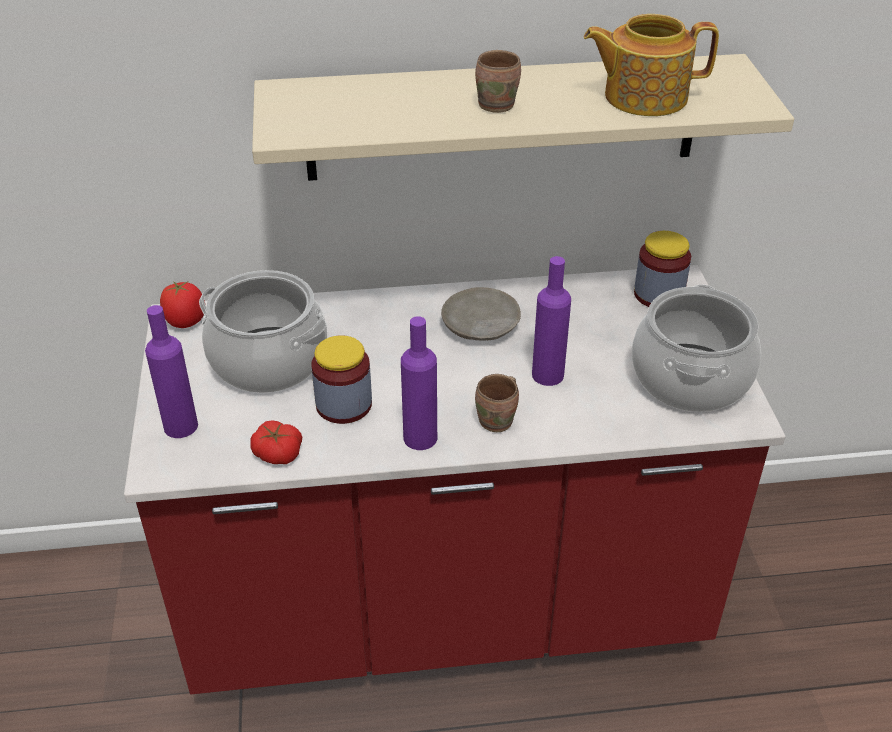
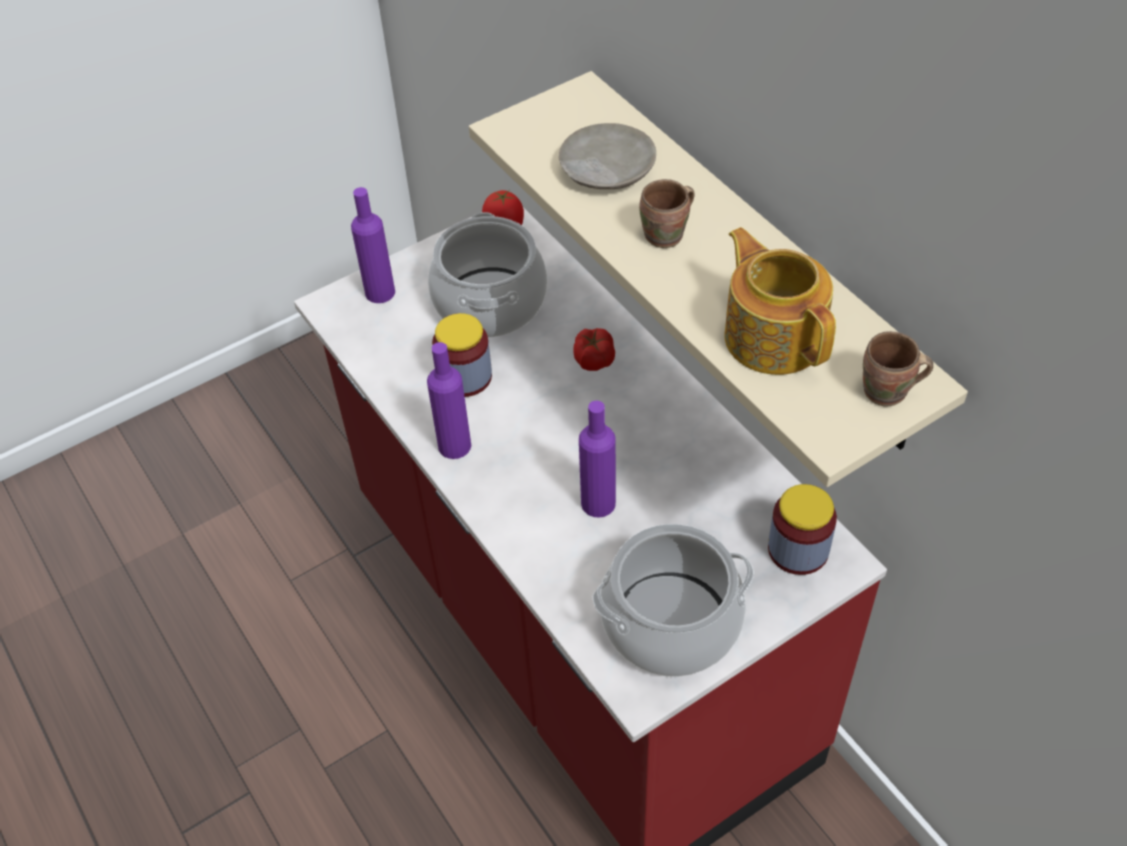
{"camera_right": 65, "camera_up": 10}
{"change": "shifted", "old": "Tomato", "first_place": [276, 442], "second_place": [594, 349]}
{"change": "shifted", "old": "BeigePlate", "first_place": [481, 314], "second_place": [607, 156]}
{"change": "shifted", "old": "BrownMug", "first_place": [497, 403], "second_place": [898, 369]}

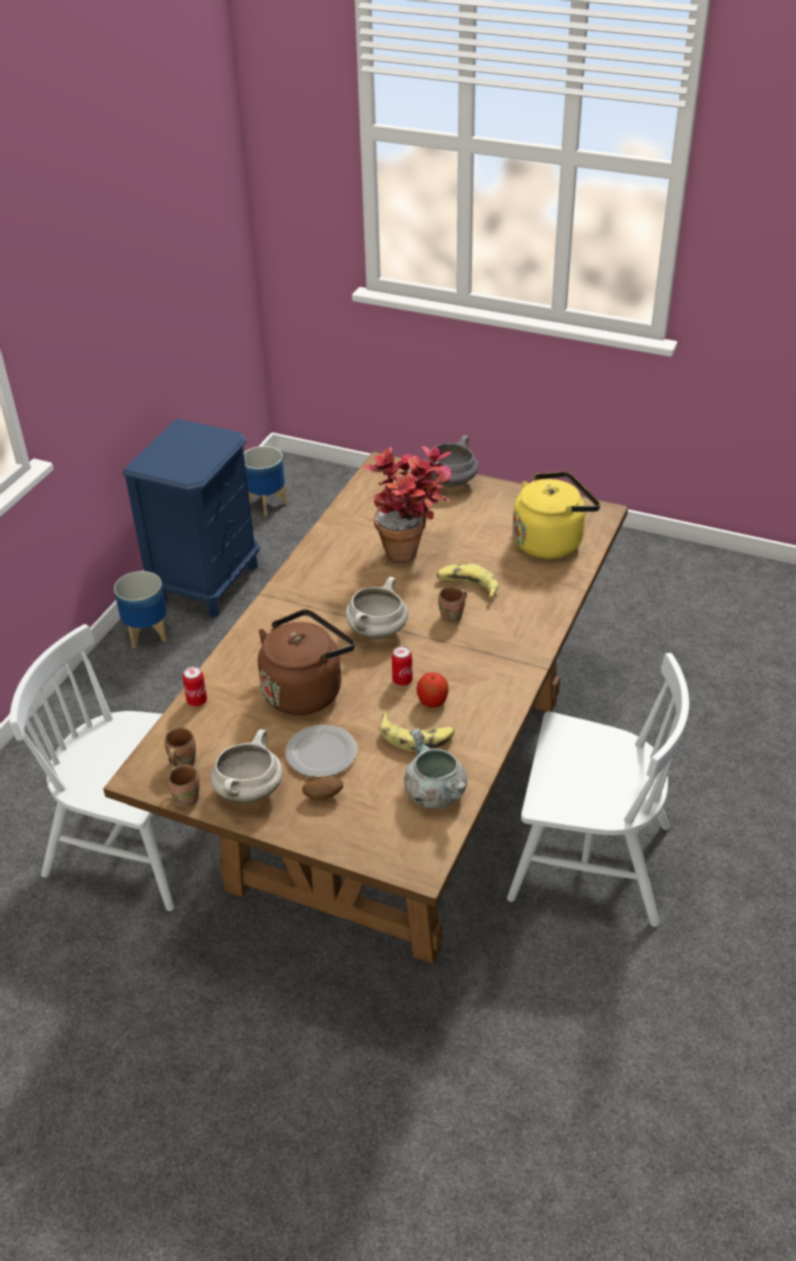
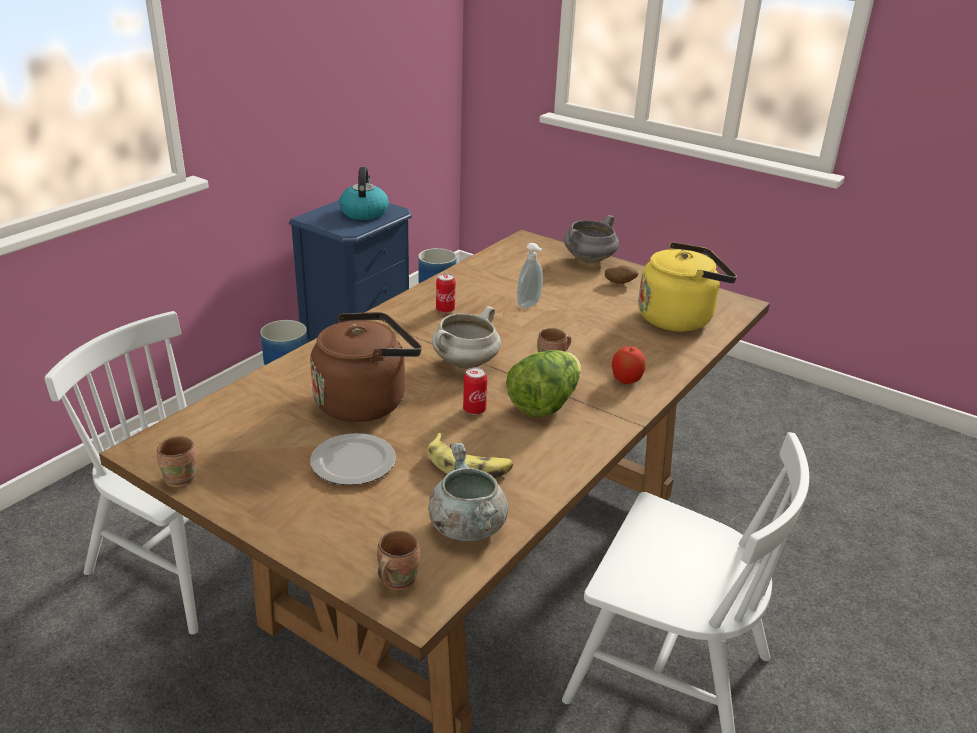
{"camera_right": 10, "camera_up": -10}
{"change": "shifted", "old": "BrownMug", "first_place": [180, 747], "second_place": [398, 560]}
{"change": "shifted", "old": "Can", "first_place": [195, 686], "second_place": [446, 293]}
{"change": "gone", "old": "WhiteCookingPot", "first_place": [246, 766]}
{"change": "shifted", "old": "Potato", "first_place": [322, 788], "second_place": [622, 274]}
{"change": "swapped", "old": "PottedPlant", "new": "SoapDispenser", "first_place": [407, 504], "second_place": [530, 276]}
{"change": "shifted", "old": "Apple", "first_place": [432, 690], "second_place": [629, 365]}
{"change": "gone", "old": "Banana", "first_place": [467, 581]}
{"change": "new", "new": "Kettle", "second_place": [364, 193]}
{"change": "new", "new": "Lettuce", "second_place": [543, 384]}

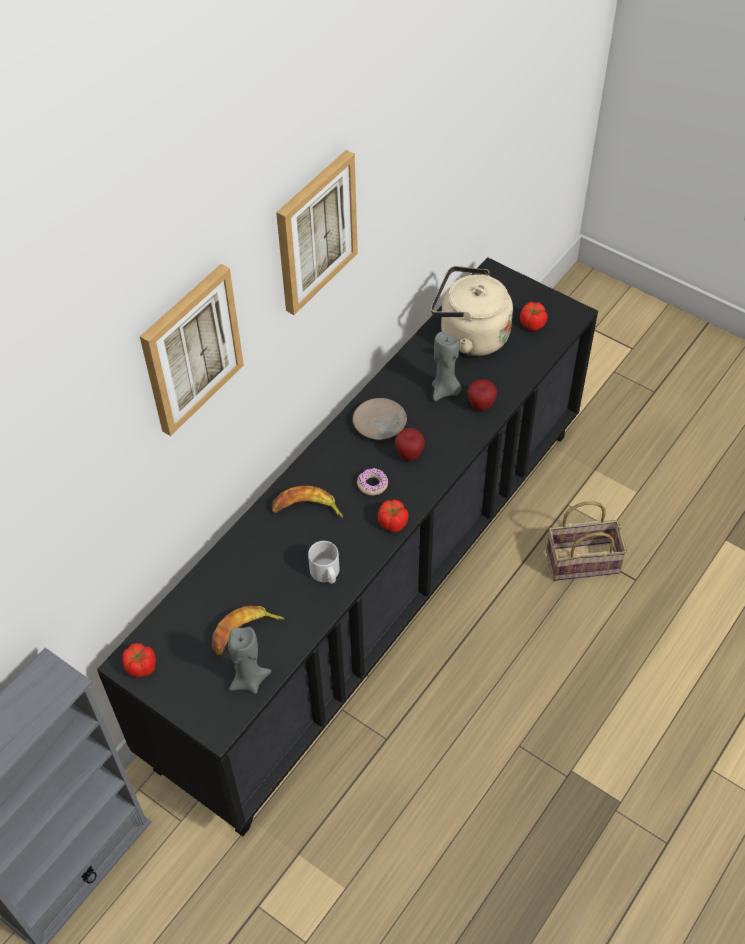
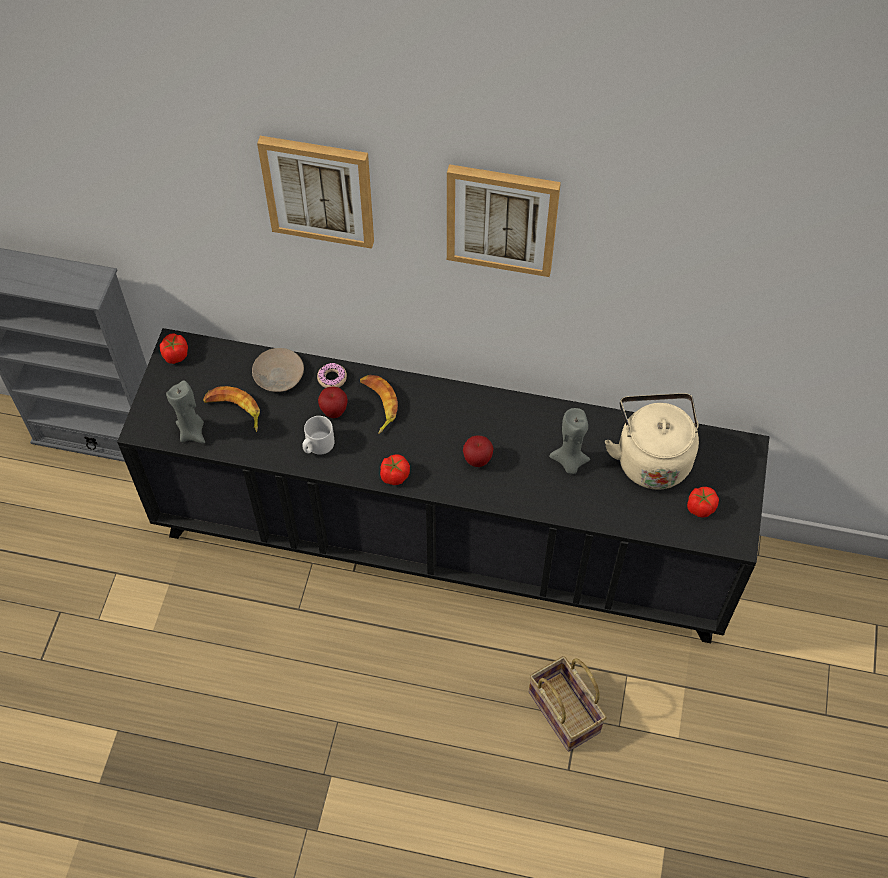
{"camera_right": 65, "camera_up": 5}
{"change": "shifted", "old": "BeigePlate", "first_place": [380, 419], "second_place": [278, 370]}
{"change": "shifted", "old": "Donut", "first_place": [372, 482], "second_place": [332, 375]}
{"change": "shifted", "old": "Apple", "first_place": [482, 395], "second_place": [333, 402]}

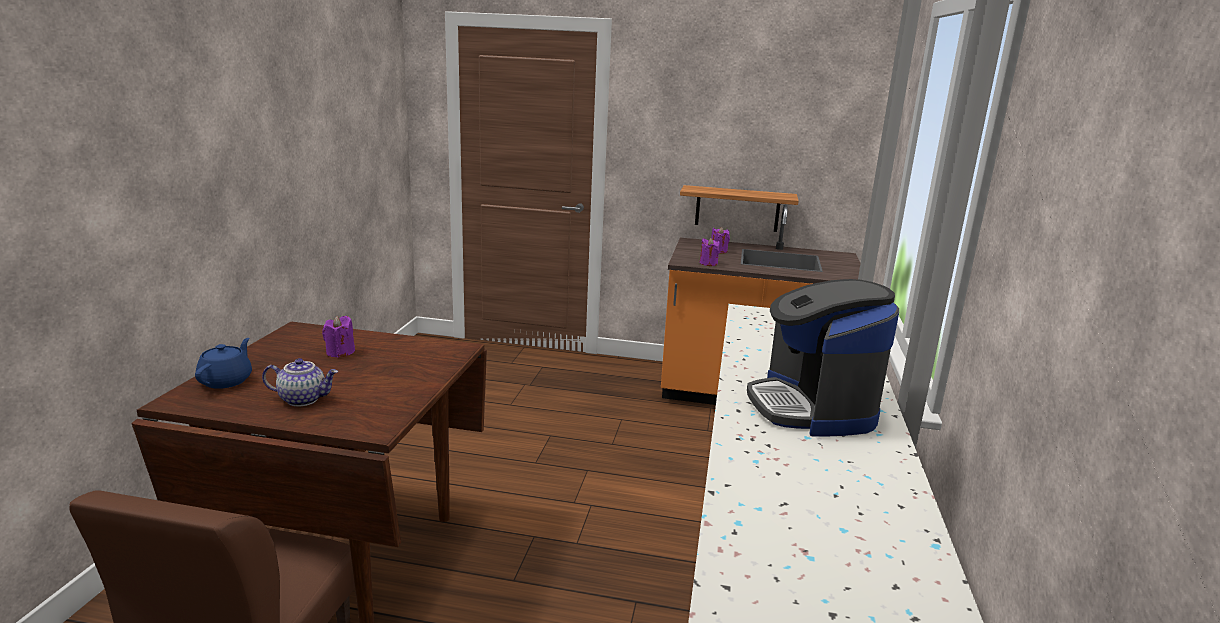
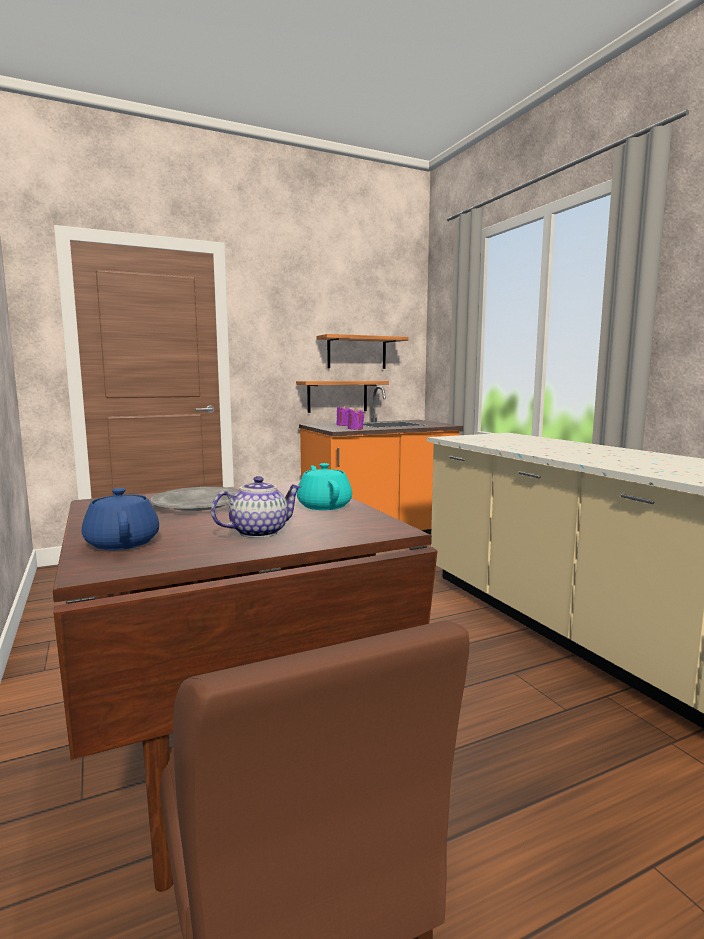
{"camera_right": -35, "camera_up": -10}
{"change": "swapped", "old": "PurpleCandle", "new": "GreyPlate", "first_place": [338, 337], "second_place": [195, 499]}
{"change": "gone", "old": "CoffeeMachine", "first_place": [823, 358]}
{"change": "new", "new": "TurquoiseTeapot", "second_place": [324, 486]}
{"change": "new", "new": "Shelf", "second_place": [362, 351]}

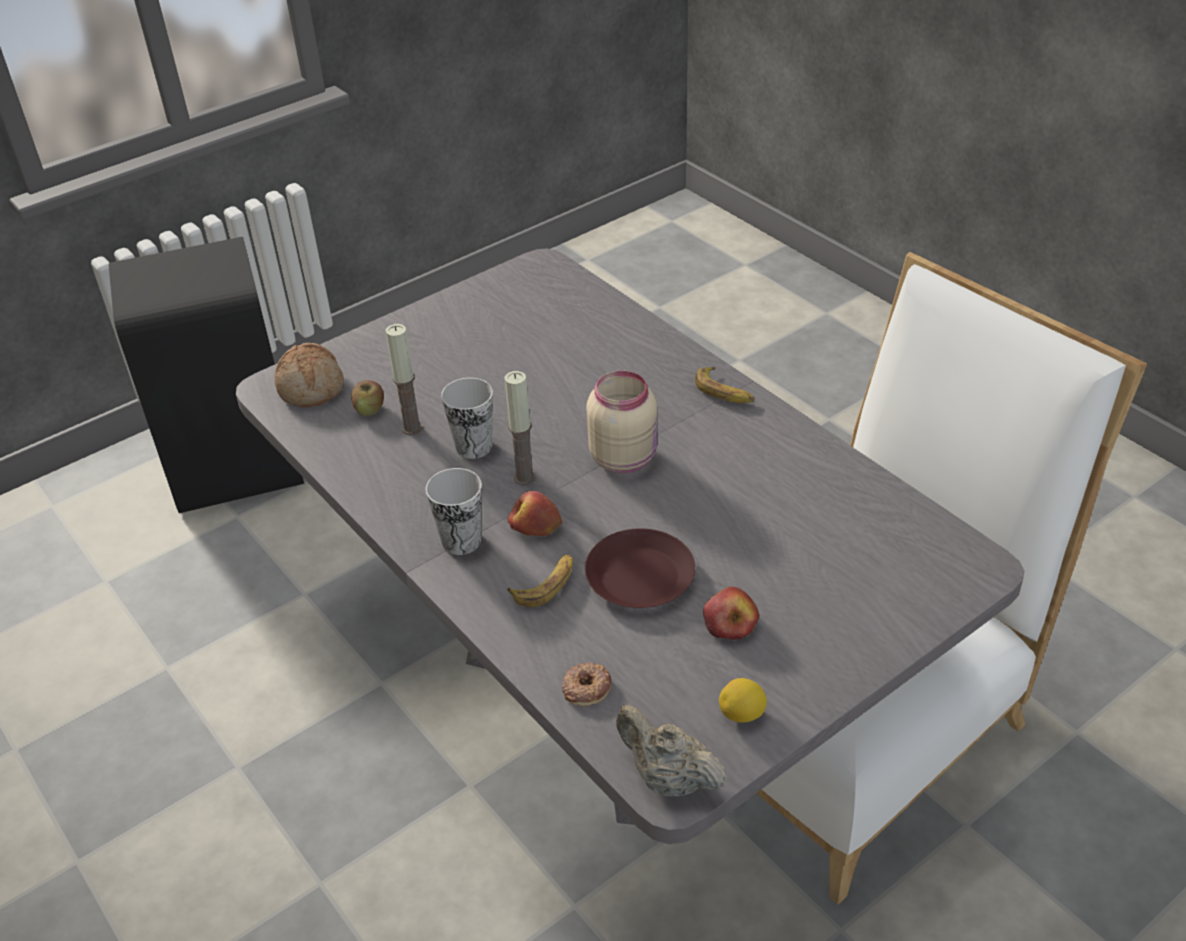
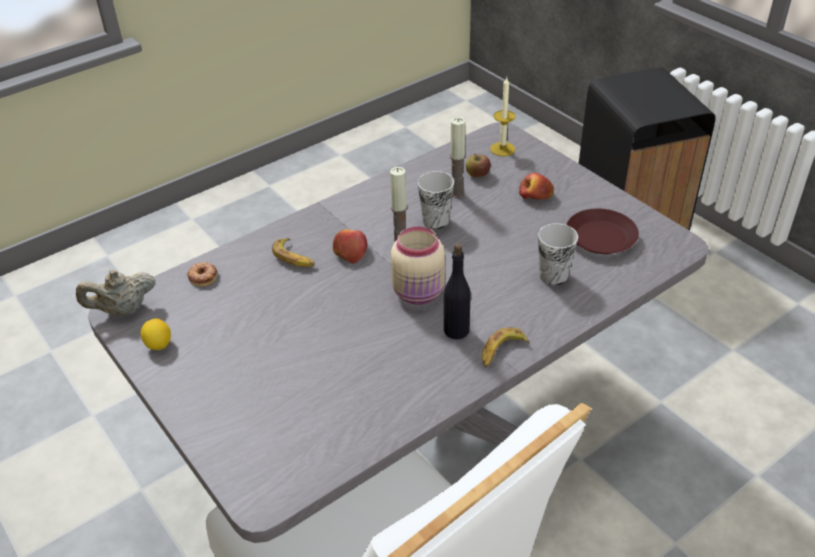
{"camera_right": 90, "camera_up": 0}
{"change": "swapped", "old": "Bread", "new": "Candle", "first_place": [309, 375], "second_place": [503, 116]}
{"change": "shifted", "old": "Cup", "first_place": [454, 511], "second_place": [558, 254]}
{"change": "shifted", "old": "BrownPlate", "first_place": [640, 568], "second_place": [602, 231]}
{"change": "rotated", "old": "BeigeTeapot", "first_place": [671, 751], "second_place": [116, 293], "degrees": -150}
{"change": "shifted", "old": "Apple", "first_place": [731, 613], "second_place": [536, 186]}
{"change": "new", "new": "BlackBottle", "second_place": [457, 291]}

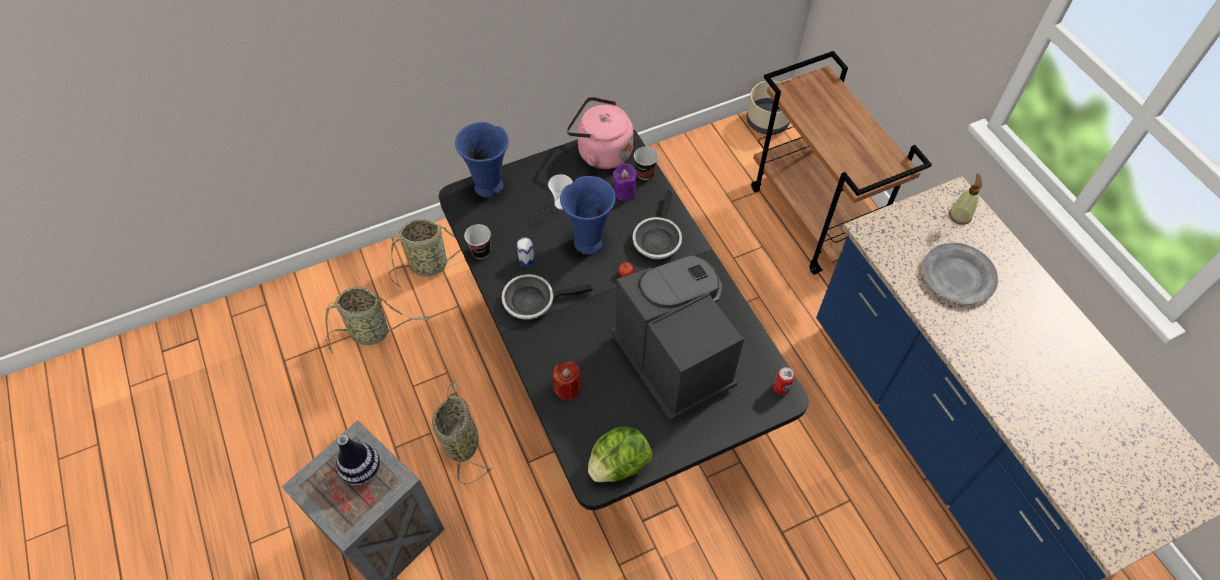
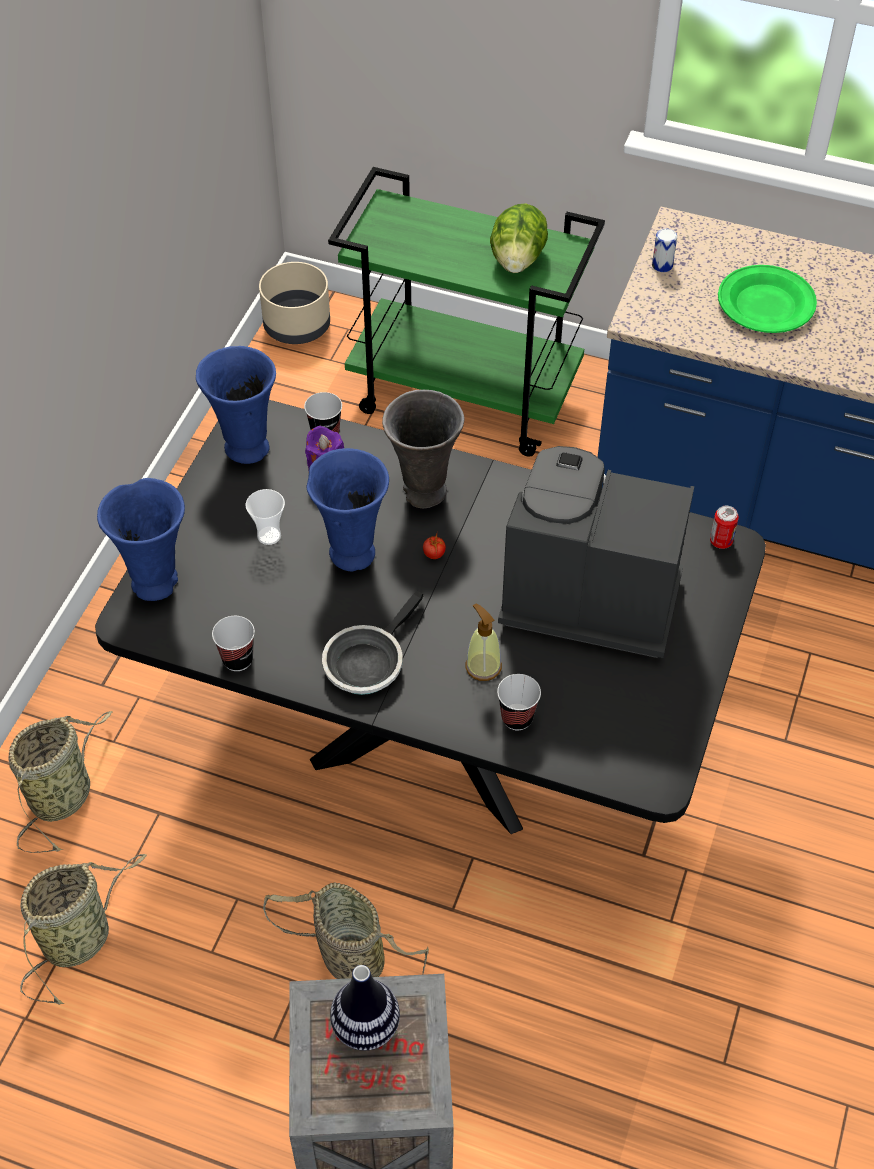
{"camera_right": -45, "camera_up": -5}
{"change": "shifted", "old": "Can", "first_place": [525, 252], "second_place": [664, 250]}
{"change": "swapped", "old": "RedCandle", "new": "Cup", "first_place": [566, 380], "second_place": [519, 702]}
{"change": "swapped", "old": "PinkKettle", "new": "BlueVase", "first_place": [600, 132], "second_place": [236, 405]}
{"change": "shifted", "old": "Lettuce", "first_place": [620, 454], "second_place": [519, 238]}
{"change": "swapped", "old": "FryingPan", "new": "GreyVase", "first_place": [657, 224], "second_place": [423, 449]}
{"change": "repainted", "old": "BrownCart", "new": "GreenCart", "first_place": [841, 163], "second_place": [466, 311]}
{"change": "repainted", "old": "GreyPlate", "new": "GreenPlate", "first_place": [960, 273], "second_place": [767, 299]}
{"change": "shifted", "old": "SoapDispenser", "first_place": [965, 199], "second_place": [483, 642]}

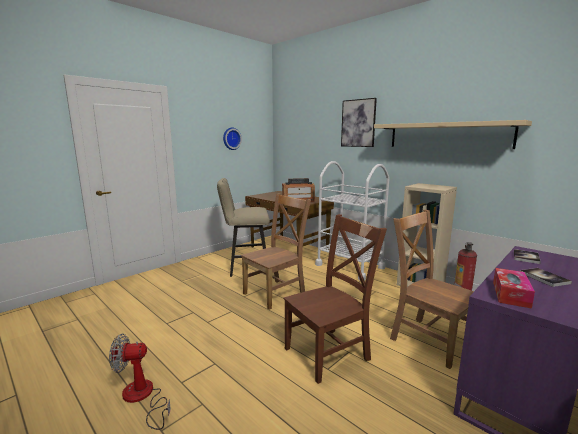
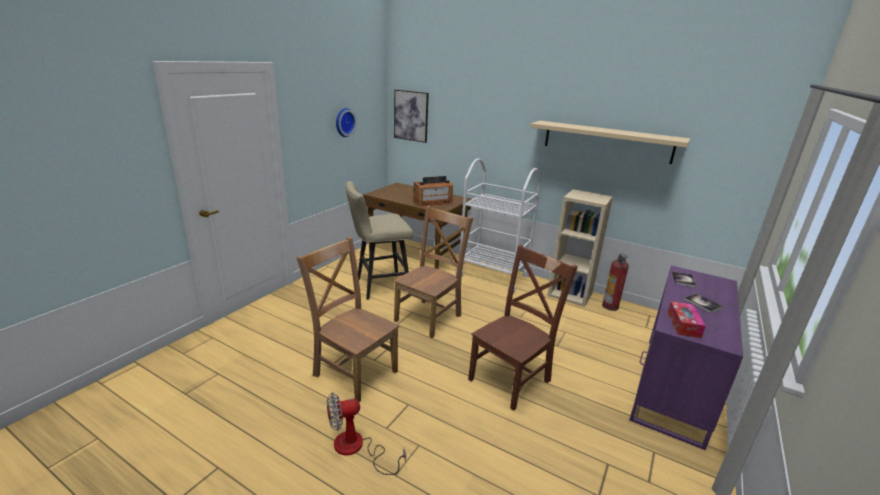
{"camera_right": -15, "camera_up": 10}
{"change": "shifted", "old": "Picture", "first_place": [359, 122], "second_place": [411, 116]}
{"change": "shifted", "old": "BrownChair", "first_place": [432, 289], "second_place": [348, 319]}

